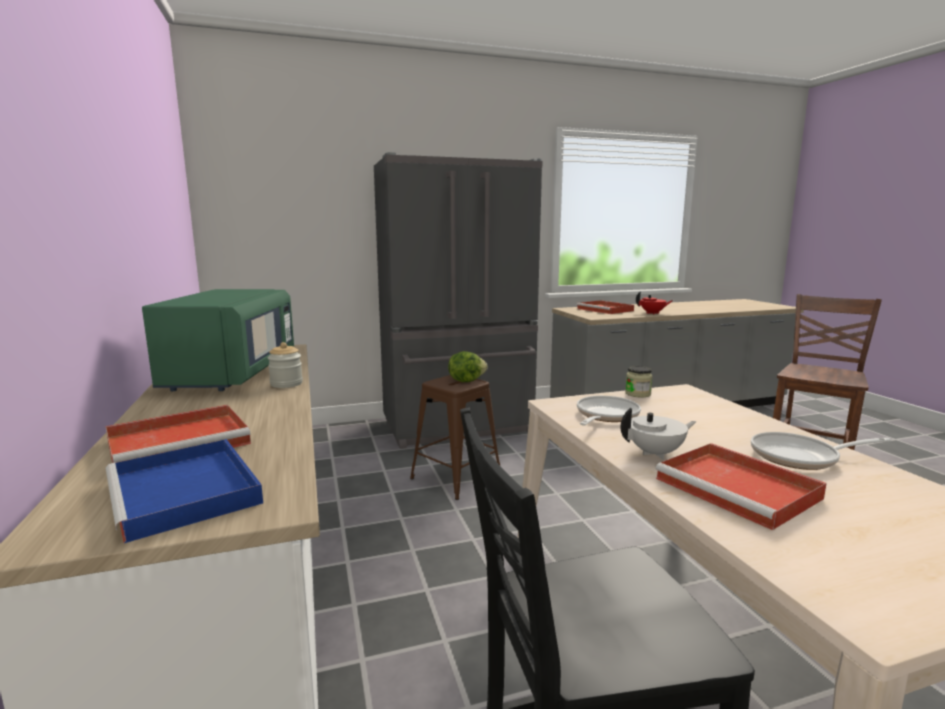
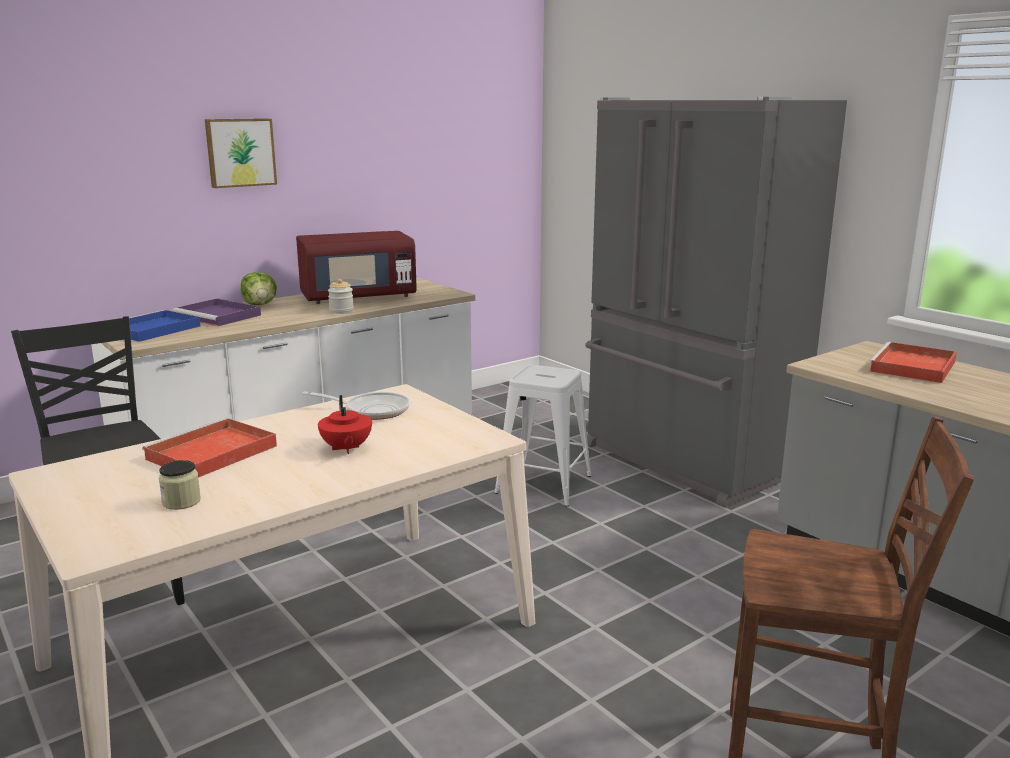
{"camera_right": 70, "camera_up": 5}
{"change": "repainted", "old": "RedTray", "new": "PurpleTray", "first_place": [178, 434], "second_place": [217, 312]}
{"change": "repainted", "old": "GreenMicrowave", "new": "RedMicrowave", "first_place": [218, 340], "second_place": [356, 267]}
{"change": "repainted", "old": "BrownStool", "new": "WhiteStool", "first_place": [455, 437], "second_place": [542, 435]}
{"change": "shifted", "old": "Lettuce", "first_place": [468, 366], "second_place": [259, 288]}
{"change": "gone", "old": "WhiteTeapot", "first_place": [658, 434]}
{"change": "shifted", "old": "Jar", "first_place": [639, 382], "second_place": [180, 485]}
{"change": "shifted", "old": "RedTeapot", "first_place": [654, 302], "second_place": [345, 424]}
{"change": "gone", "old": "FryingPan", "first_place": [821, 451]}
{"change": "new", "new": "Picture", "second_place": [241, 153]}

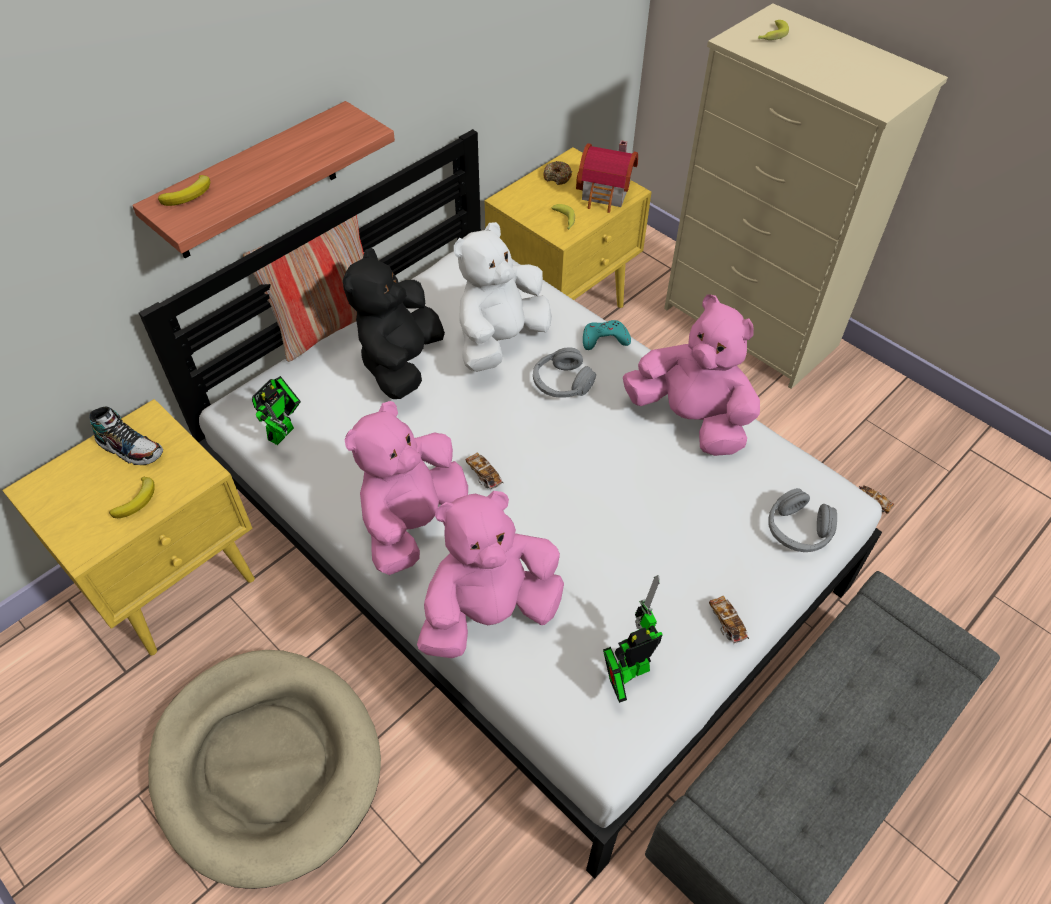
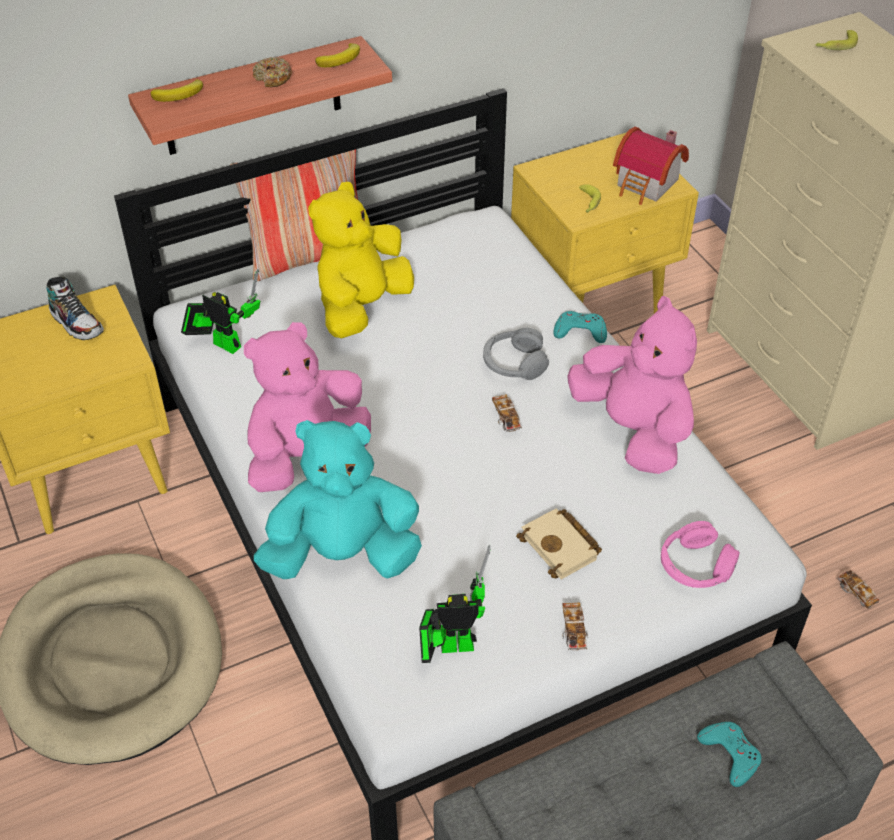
{"camera_right": 20, "camera_up": -5}
{"change": "shifted", "old": "Banana", "first_place": [132, 497], "second_place": [337, 55]}
{"change": "rotated", "old": "ToyRobot", "first_place": [276, 410], "second_place": [220, 311], "degrees": -105}
{"change": "repainted", "old": "BlackPlushToy", "new": "YellowPlushToy", "first_place": [394, 323], "second_place": [361, 260]}
{"change": "repainted", "old": "PinkPlushToy", "new": "TurquoisePlushToy", "first_place": [490, 574], "second_place": [338, 499]}
{"change": "gone", "old": "WhitePlushToy", "first_place": [503, 297]}
{"change": "shifted", "old": "ToyCar", "first_place": [485, 471], "second_place": [507, 413]}
{"change": "shifted", "old": "Donut", "first_place": [557, 173], "second_place": [272, 72]}
{"change": "repainted", "old": "GreyHeadphones", "new": "PinkHeadphones", "first_place": [802, 520], "second_place": [700, 554]}
{"change": "new", "new": "BeigeBook", "second_place": [559, 544]}
{"change": "new", "new": "TurquoiseGameController", "second_place": [729, 754]}

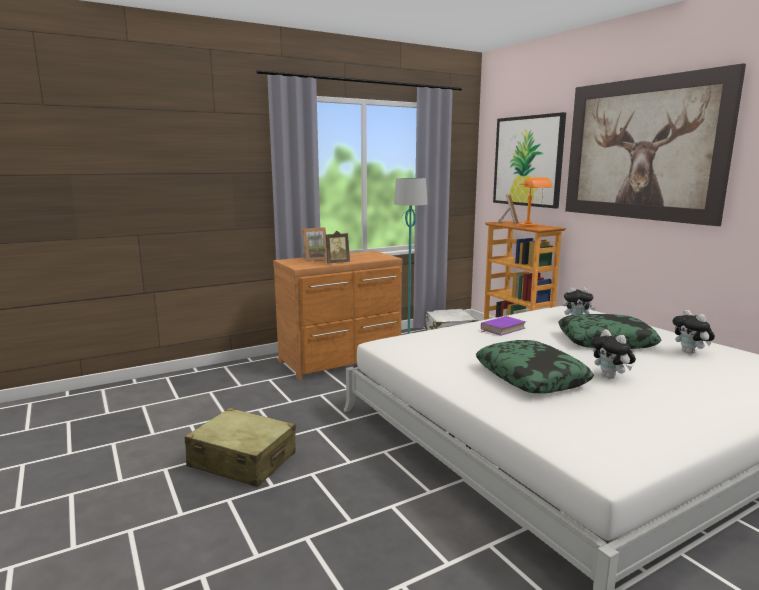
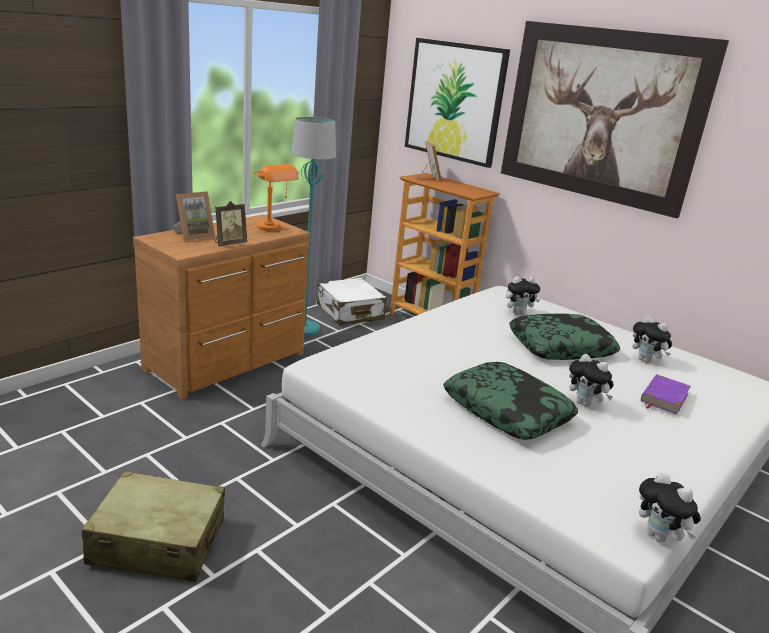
{"camera_right": -20, "camera_up": 10}
{"change": "shifted", "old": "PurpleBook", "first_place": [503, 326], "second_place": [666, 394]}
{"change": "shifted", "old": "OrangeTableLamp", "first_place": [535, 202], "second_place": [275, 197]}
{"change": "new", "new": "PlushToy", "second_place": [670, 507]}

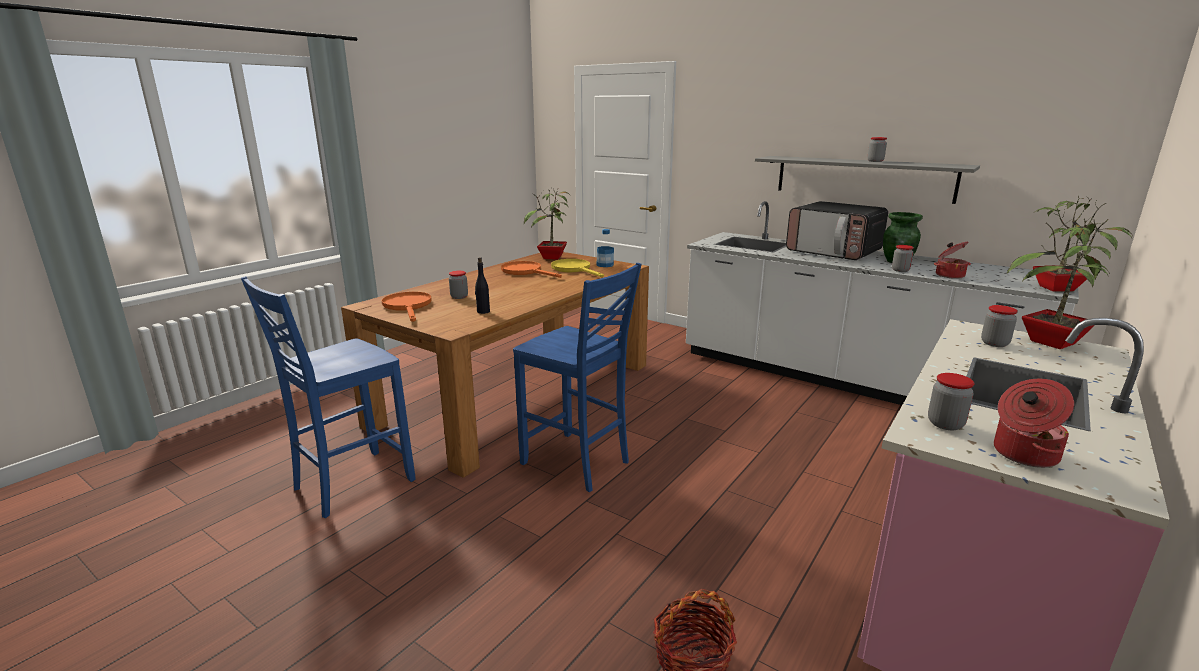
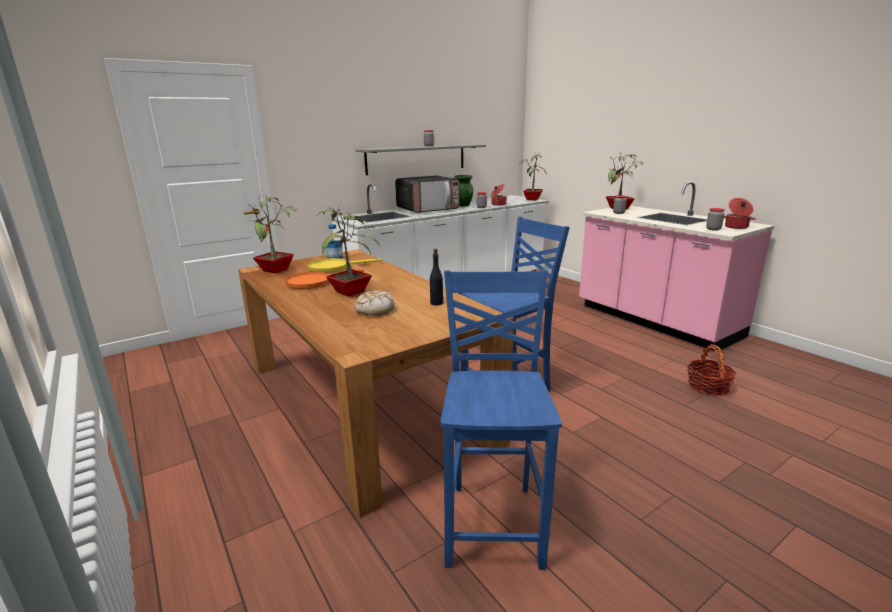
{"camera_right": -70, "camera_up": 0}
{"change": "rotated", "old": "BlueChair", "first_place": [328, 397], "second_place": [501, 420], "degrees": -150}
{"change": "gone", "old": "OrangeFryingPan", "first_place": [407, 307]}
{"change": "swapped", "old": "Jar", "new": "Bread", "first_place": [458, 285], "second_place": [374, 303]}
{"change": "new", "new": "PottedPlant", "second_place": [349, 252]}

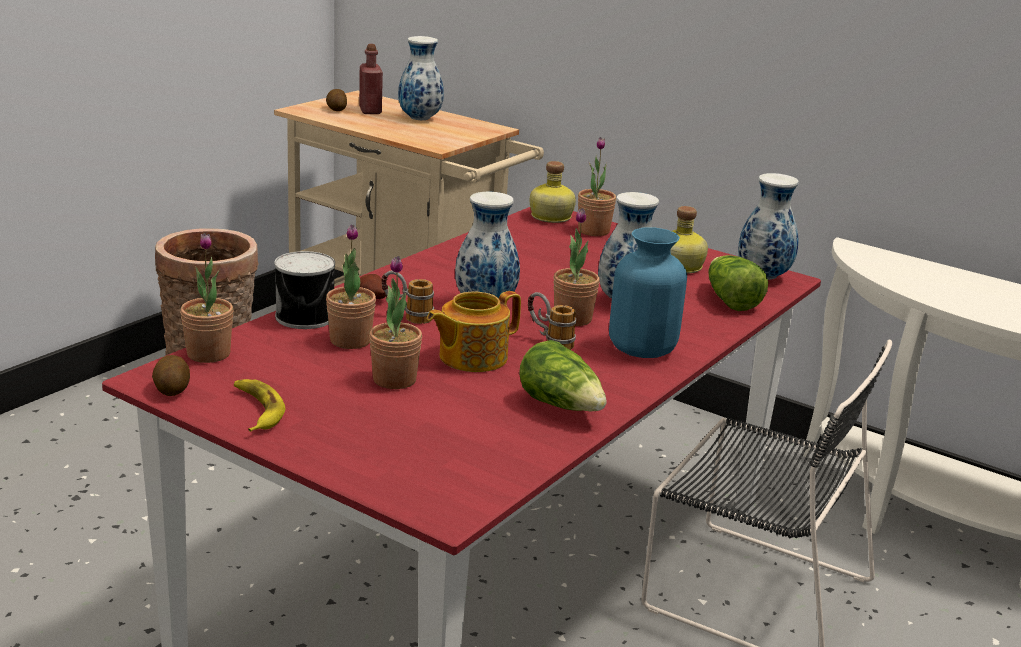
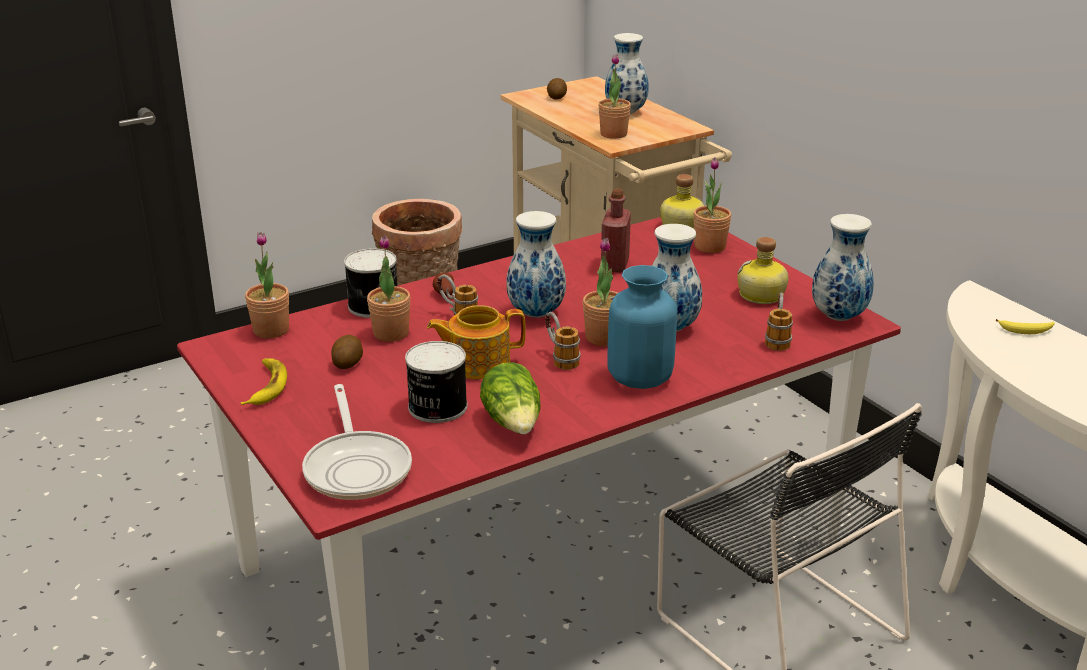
{"camera_right": 25, "camera_up": 5}
{"change": "shifted", "old": "Potato", "first_place": [171, 375], "second_place": [347, 352]}
{"change": "shifted", "old": "RedBottle", "first_place": [371, 79], "second_place": [616, 231]}
{"change": "shifted", "old": "PottedPlant", "first_place": [395, 322], "second_place": [614, 96]}
{"change": "swapped", "old": "Lettuce", "new": "Mug", "first_place": [738, 283], "second_place": [779, 322]}
{"change": "new", "new": "FryingPan", "second_place": [357, 442]}
{"change": "new", "new": "Can", "second_place": [436, 382]}
{"change": "new", "new": "Banana", "second_place": [1025, 326]}

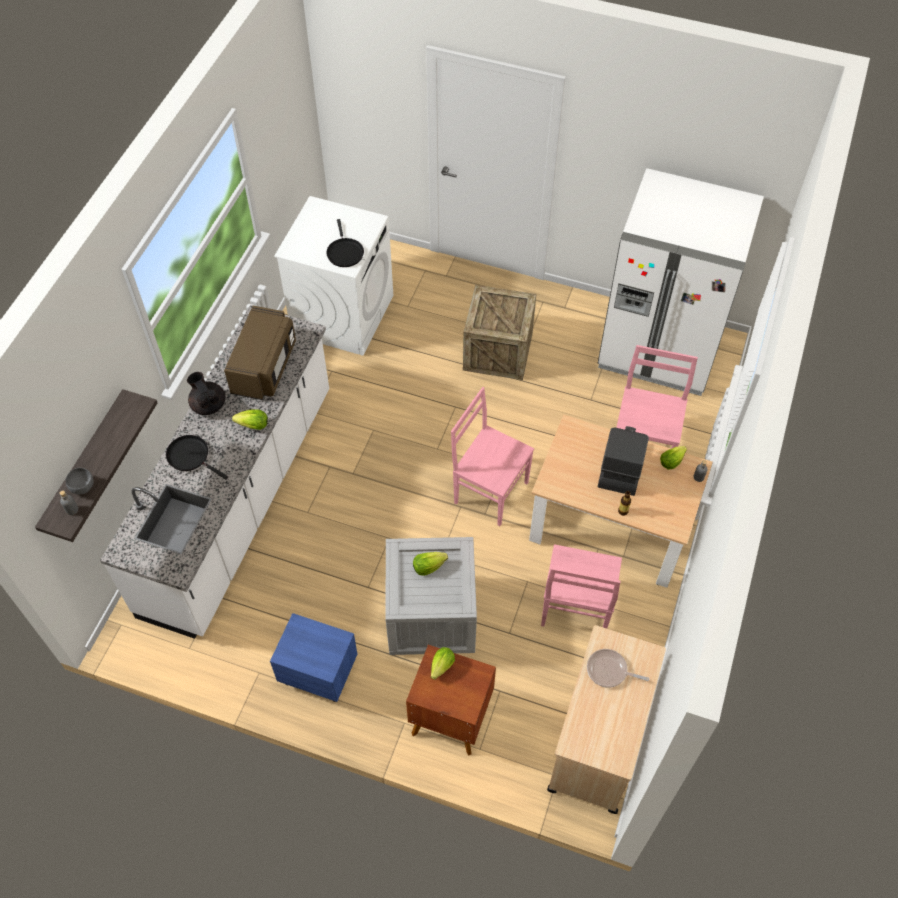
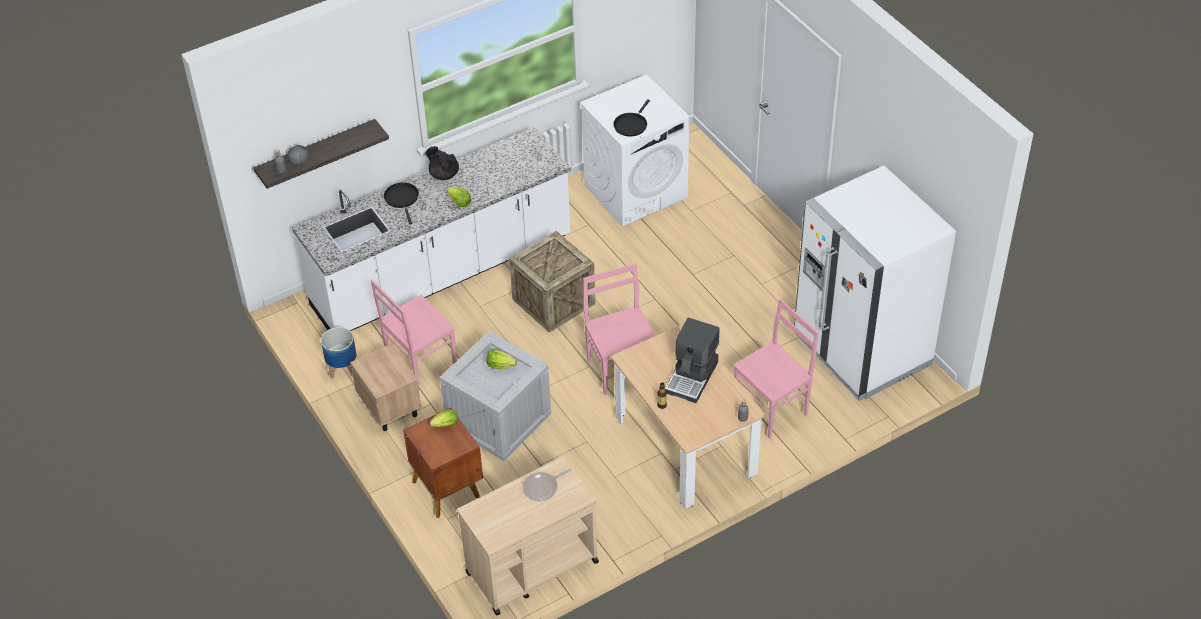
{"camera_right": 40, "camera_up": -10}
{"change": "rotated", "old": "BlackTeapot", "first_place": [206, 393], "second_place": [442, 163], "degrees": -60}
{"change": "gone", "old": "BrownMicrowave", "first_place": [260, 353]}
{"change": "repainted", "old": "BlueNightstand", "new": "BeigeNightstand", "first_place": [314, 657], "second_place": [386, 387]}
{"change": "shifted", "old": "Crate", "first_place": [499, 332], "second_place": [552, 282]}
{"change": "shifted", "old": "PinkChair", "first_place": [581, 586], "second_place": [414, 334]}
{"change": "rotated", "old": "FryingPan", "first_place": [618, 668], "second_place": [547, 484], "degrees": -90}
{"change": "rotated", "old": "CoffeeMachine", "first_place": [623, 461], "second_place": [692, 360], "degrees": 150}
{"change": "gone", "old": "Lettuce", "first_place": [673, 457]}
{"change": "new", "new": "Planter", "second_place": [338, 352]}

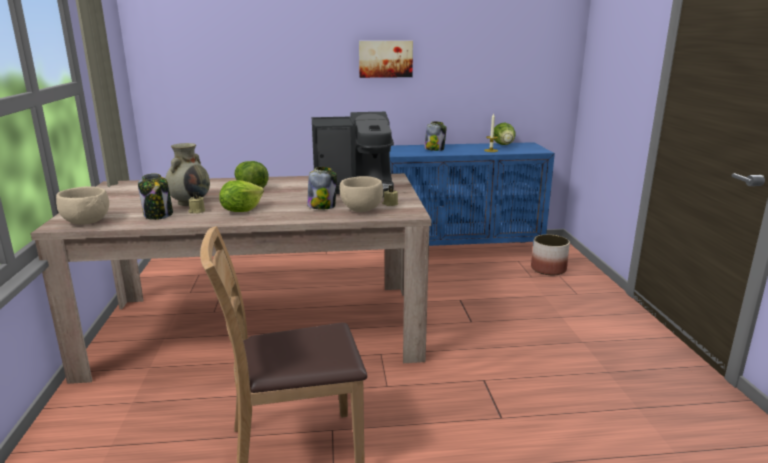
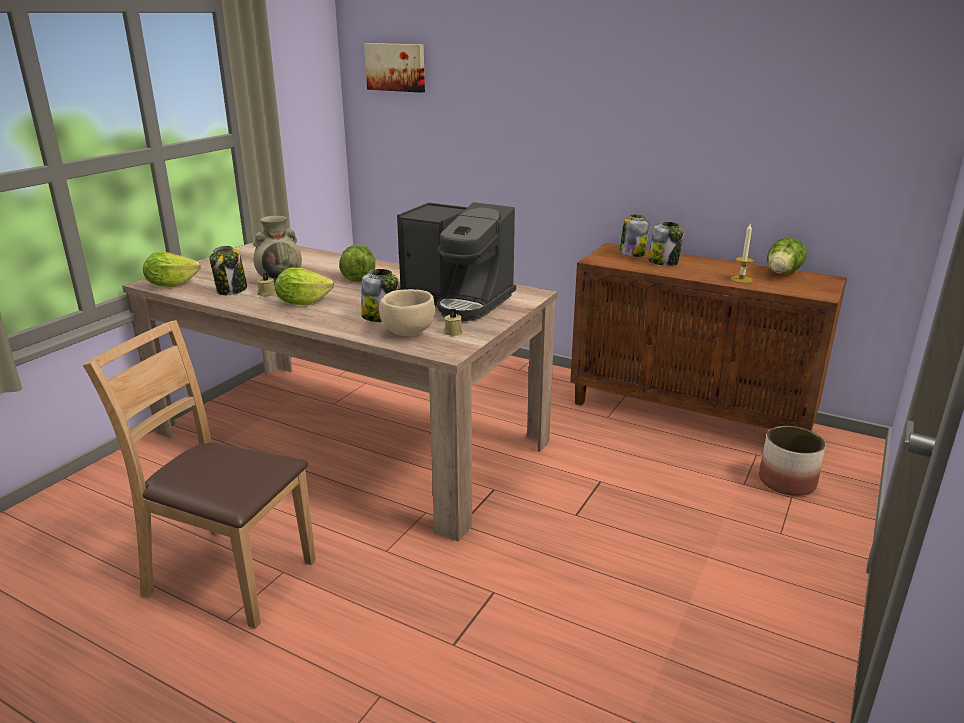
{"camera_right": 35, "camera_up": 5}
{"change": "swapped", "old": "BeigeBowl", "new": "Lettuce", "first_place": [82, 205], "second_place": [172, 269]}
{"change": "shifted", "old": "Picture", "first_place": [386, 59], "second_place": [394, 68]}
{"change": "repainted", "old": "BlueCabinet", "new": "BrownCabinet", "first_place": [472, 194], "second_place": [708, 337]}
{"change": "new", "new": "Jar", "second_place": [634, 236]}

